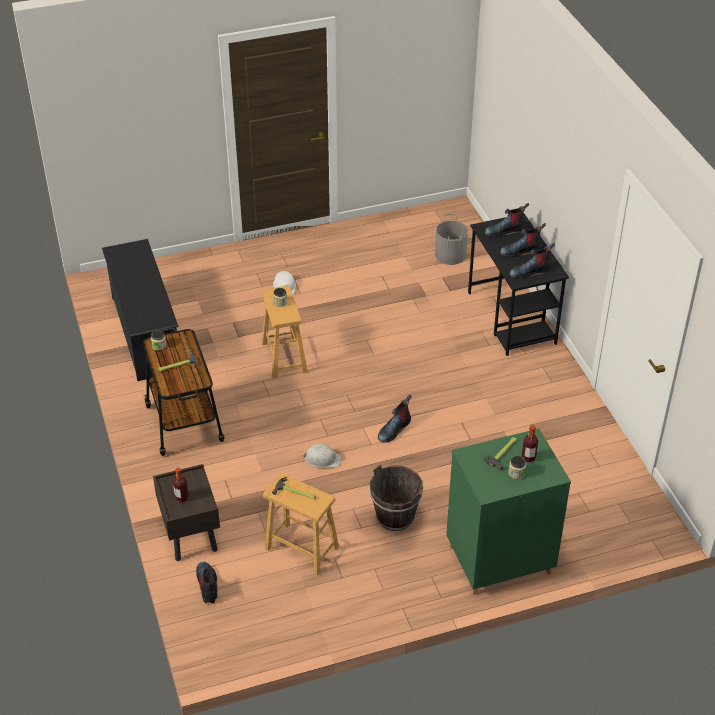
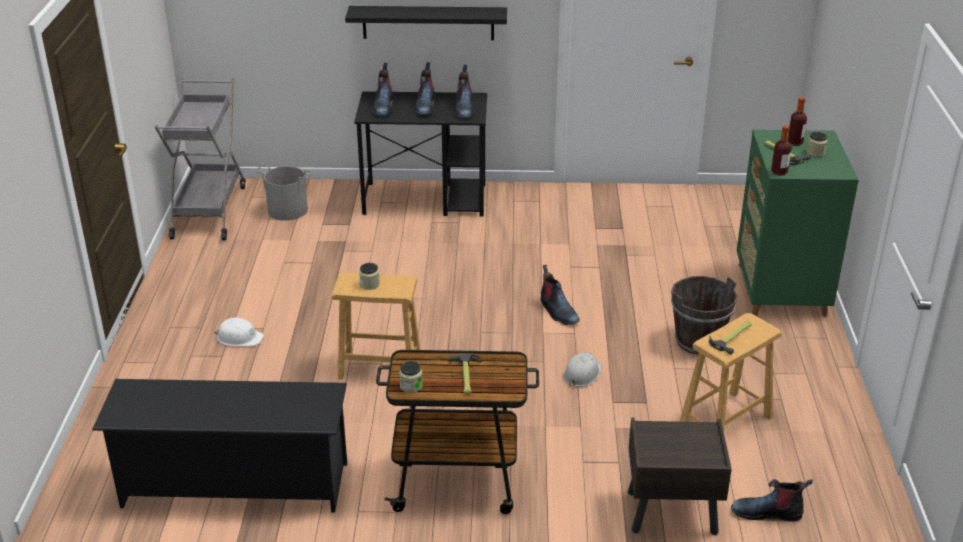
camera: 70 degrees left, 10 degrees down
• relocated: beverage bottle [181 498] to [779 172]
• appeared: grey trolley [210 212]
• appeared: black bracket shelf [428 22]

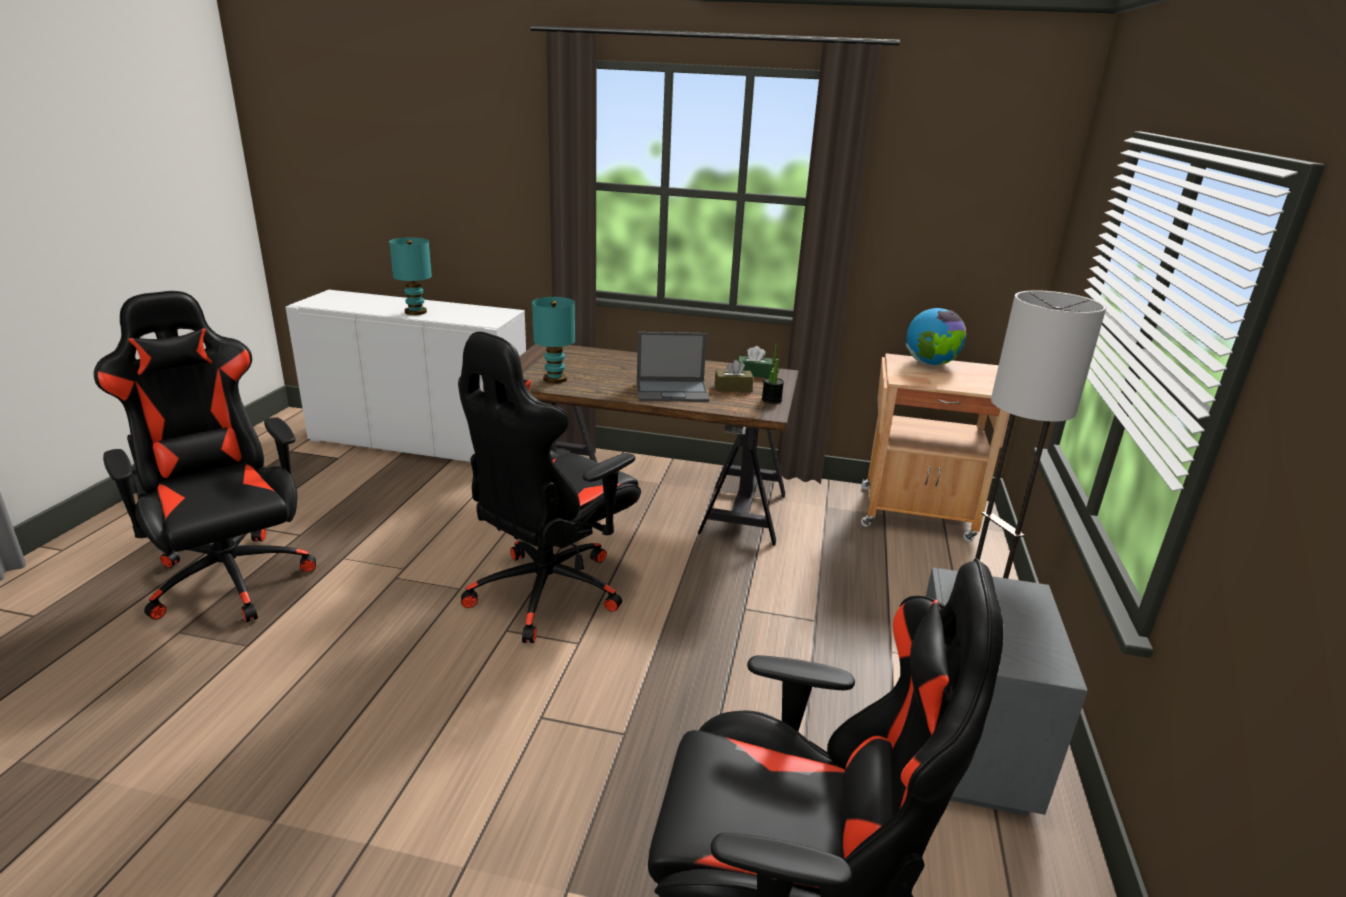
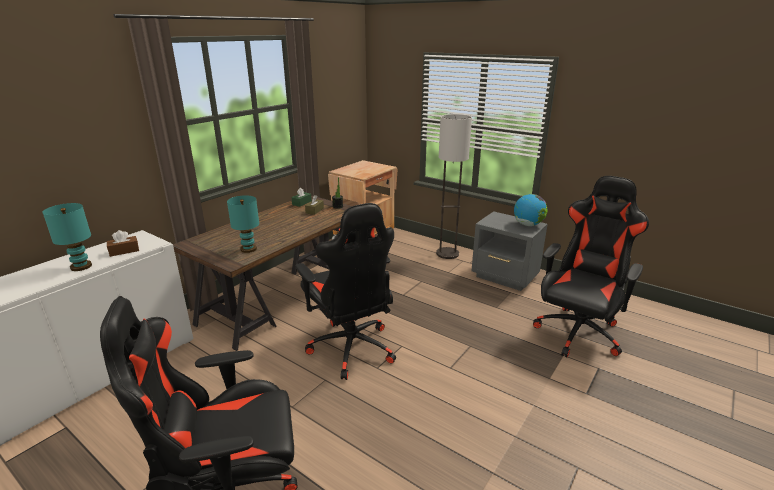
camera: 65 degrees left, 0 degrees up
• missing: notebook computer [673 391]
• relocated: globe [930 364] to [528 225]
• appeared: brown-coloured tissue box [124 251]

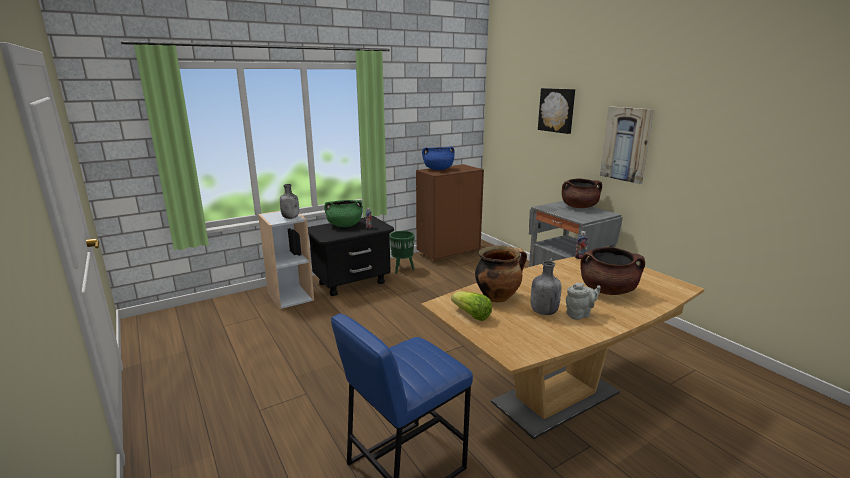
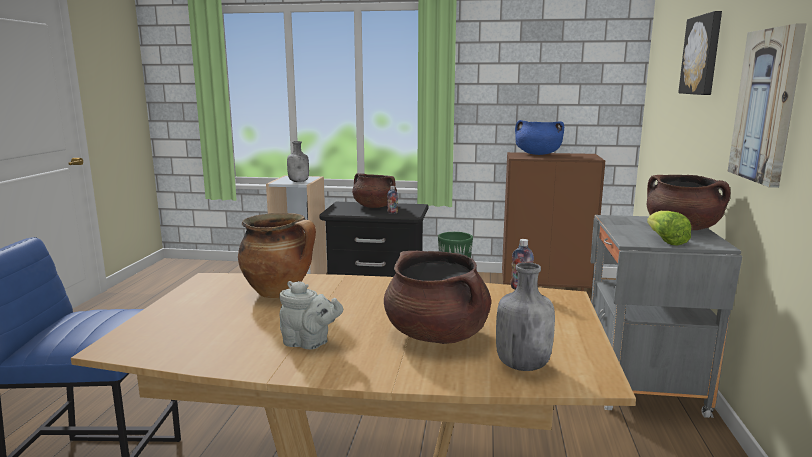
camera: 40 degrees right, 5 degrees down
• colour: greenish cooking pot [344 225] to brown-coloured cooking pot [374 206]
• relocated: lettuce head [471 315] to [665 241]
• relocated: grey beverage bottle [543 312] to [522 365]

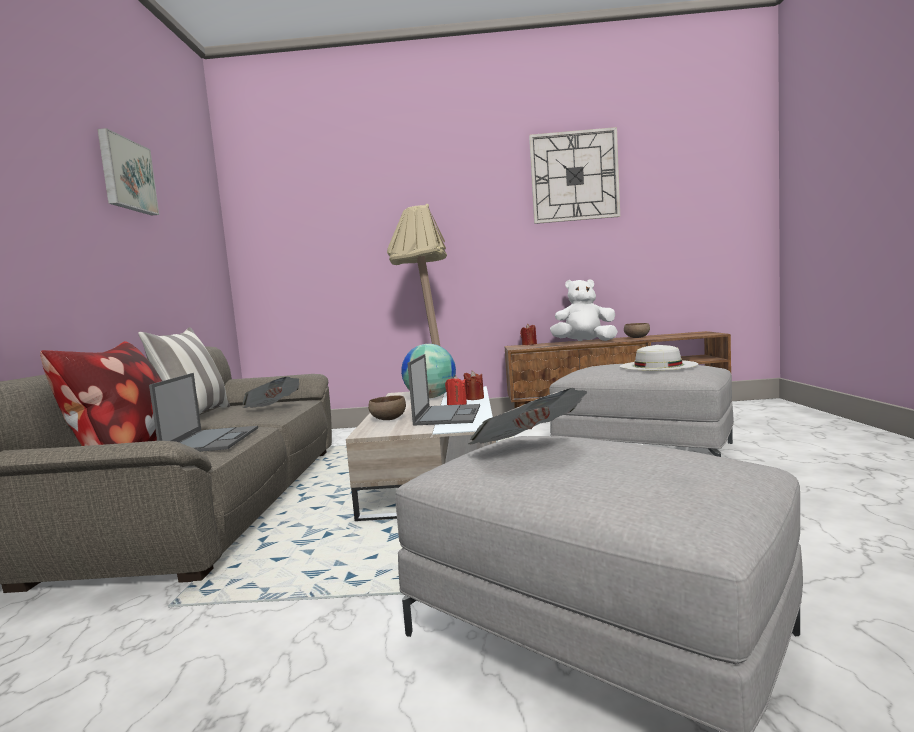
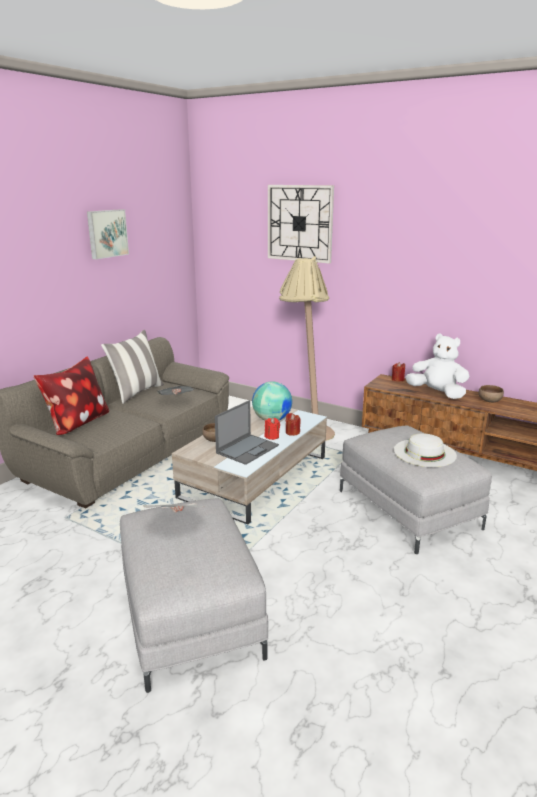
camera: 30 degrees right, 15 degrees up
• missing: notebook computer [212 440]
• relocated: clock on the wall [574 176] to [300 223]

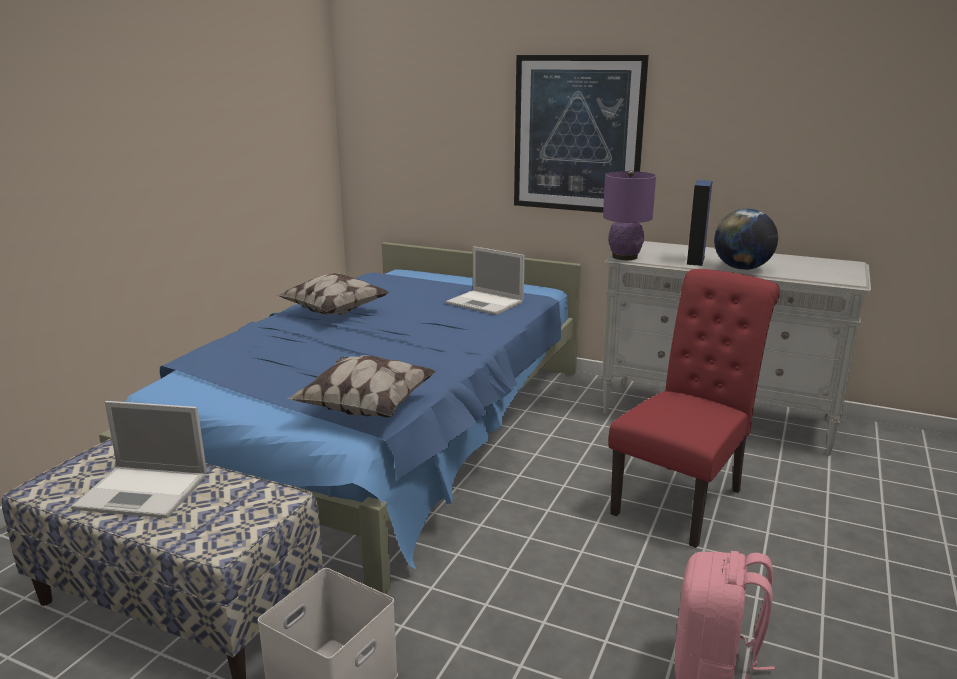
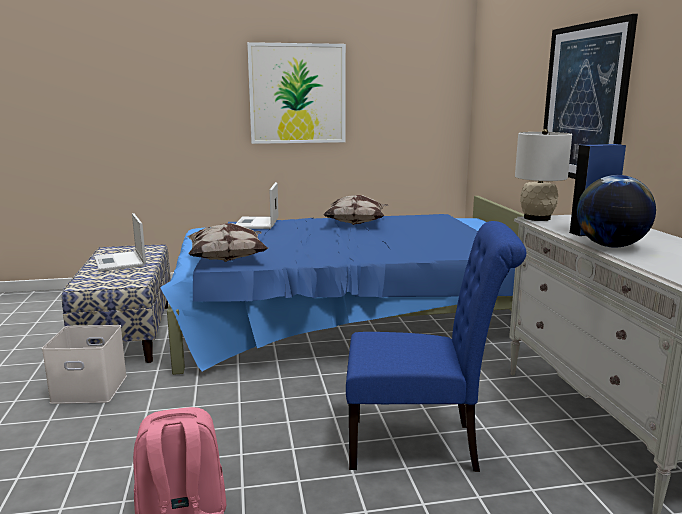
camera: 55 degrees right, 5 degrees down
• relocated: notebook computer [486 303] to [257 223]
• colour: purple-coloured tabletop lamp [624 257] to whitish tabletop lamp [536 218]
• colour: red-coloured upright chair [683 498] to bluish upright chair [421 445]
• appeared: picture [297 94]

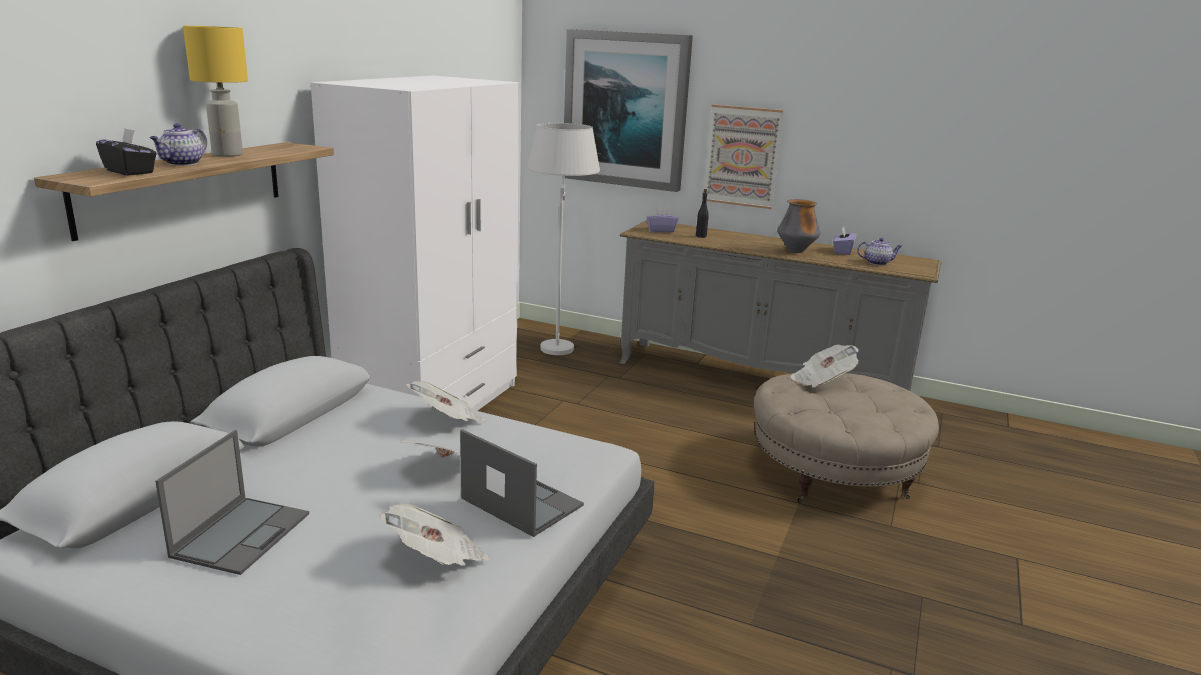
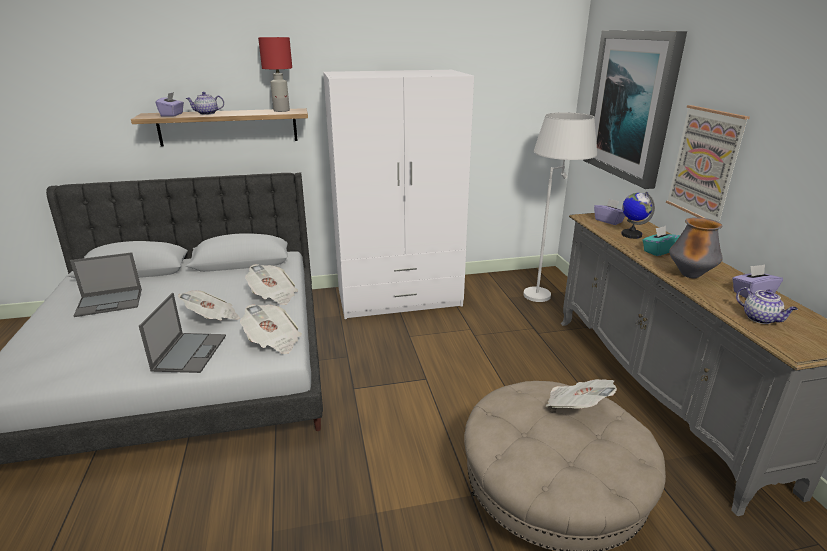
camera: 55 degrees right, 5 degrees up
• colour: black tissue box [130 172] to purple-coloured tissue box [172 115]
• missing: yellowish tabletop lamp [228 155]
• relocated: newspaper [437 559] to [273 341]
• exchanged: black beverage bottle [701 236] to globe [631 235]
• appeared: red-coloured tabletop lamp [281 110]
• appeared: turquoise tissue box [658 251]

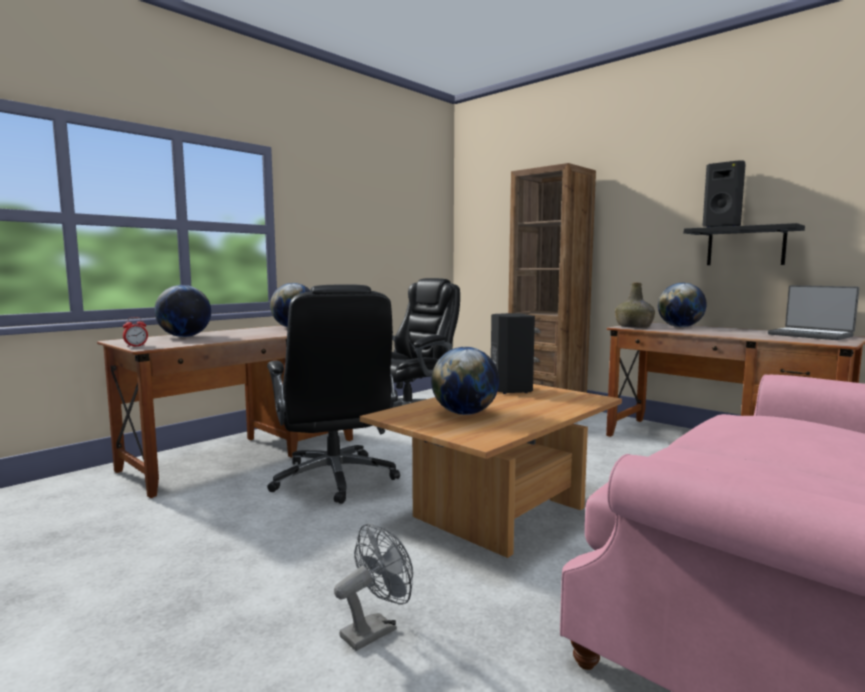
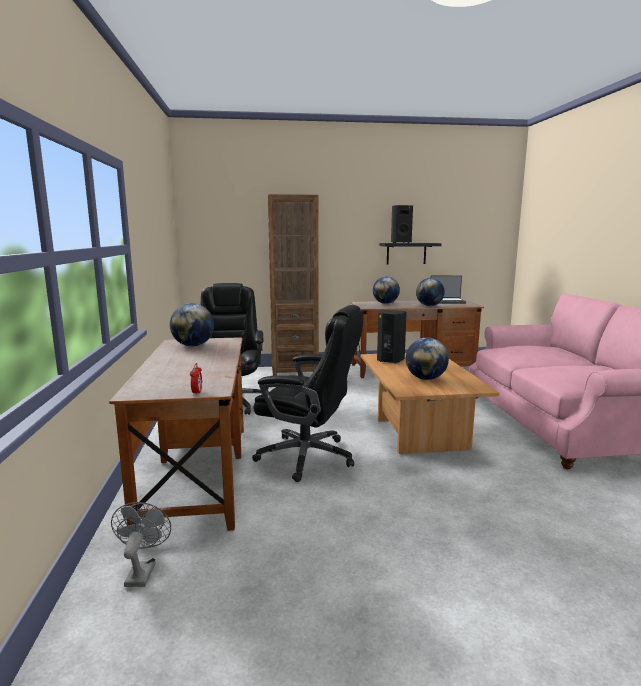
camera: 50 degrees left, 5 degrees up
• relocated: globe [185 337] to [429 306]
• relocated: grey electric fan [375 629] to [142 571]
• missing: greenish beverage bottle [634 327]

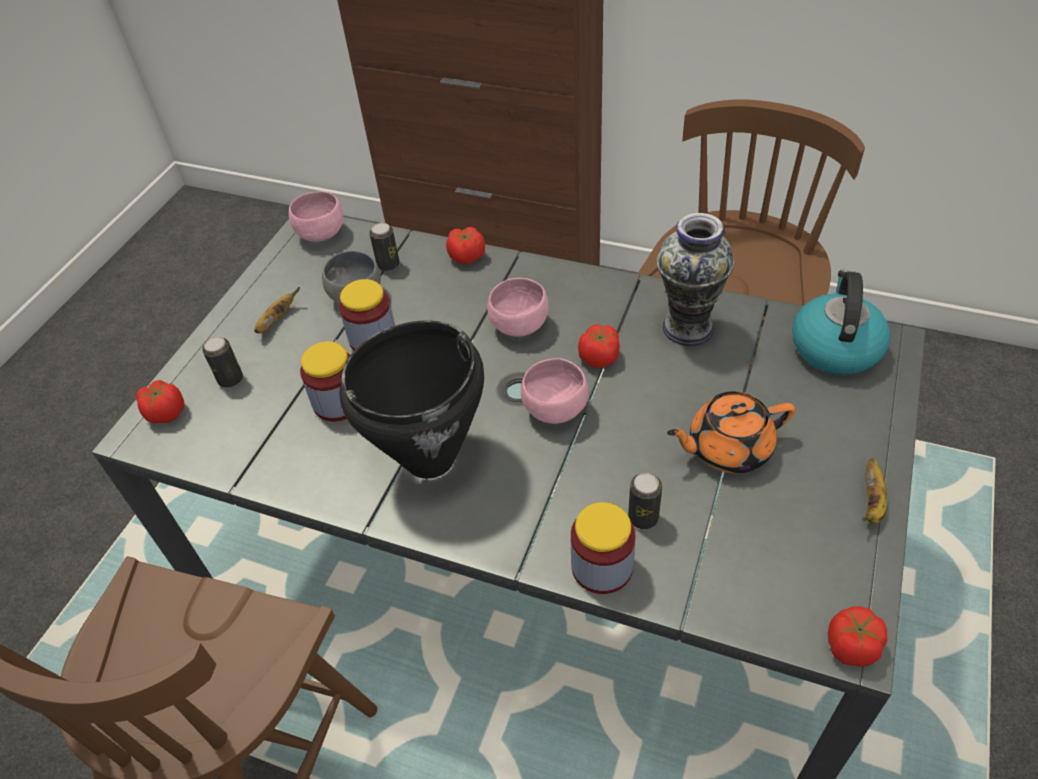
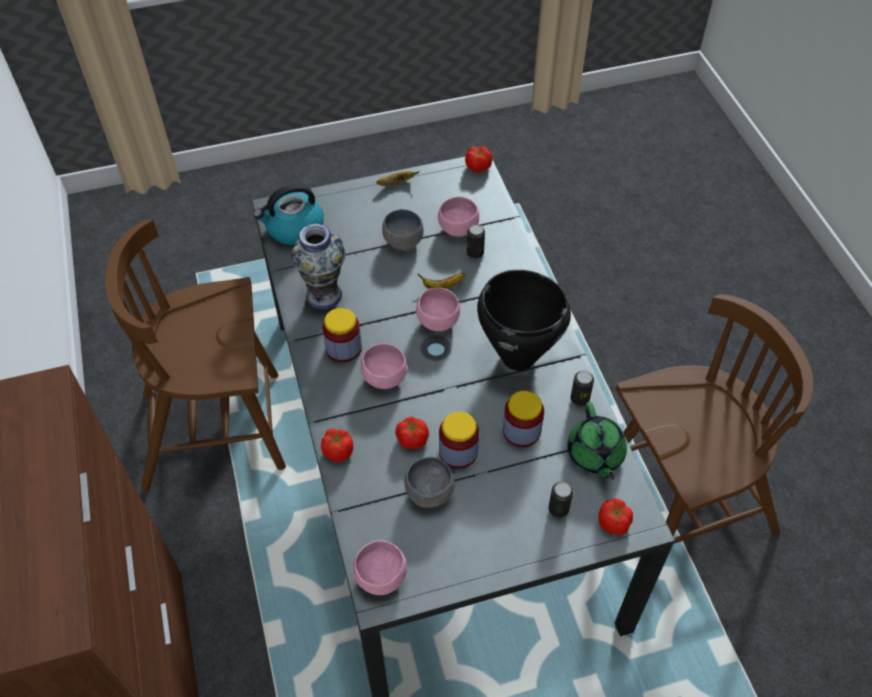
camera: 130 degrees left, 5 degrees up
• relocated: banana fruit [277 320] to [442 286]
• relocated: sealed can [388 264] to [579 398]
• relocated: jar [602 567] to [343 348]
• relocated: tomato [599 357] to [412 439]
• exchanged: orange-coloured teapot [727 448] to grey deep dish [405 241]
• appeared: pink-coloured deep dish [457 229]
• appeared: greenish teapot [595 454]

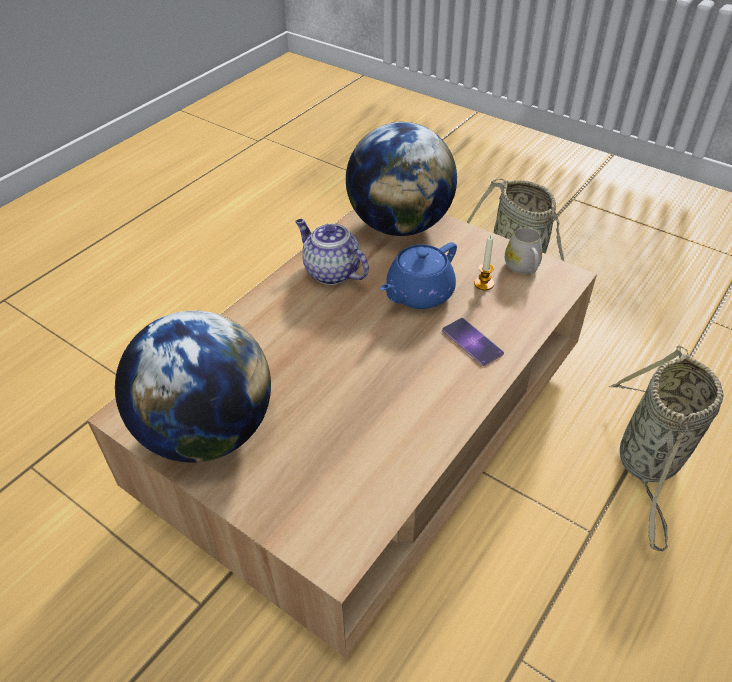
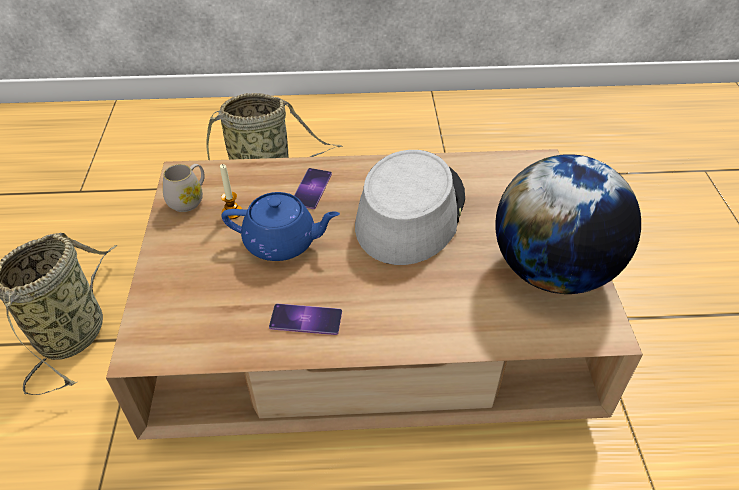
camera: 130 degrees left, 0 degrees up
• exchanged: teapot [331 272] to telephone [306 319]
• missing: globe [399 225]
• appeared: grey hat [410 212]

